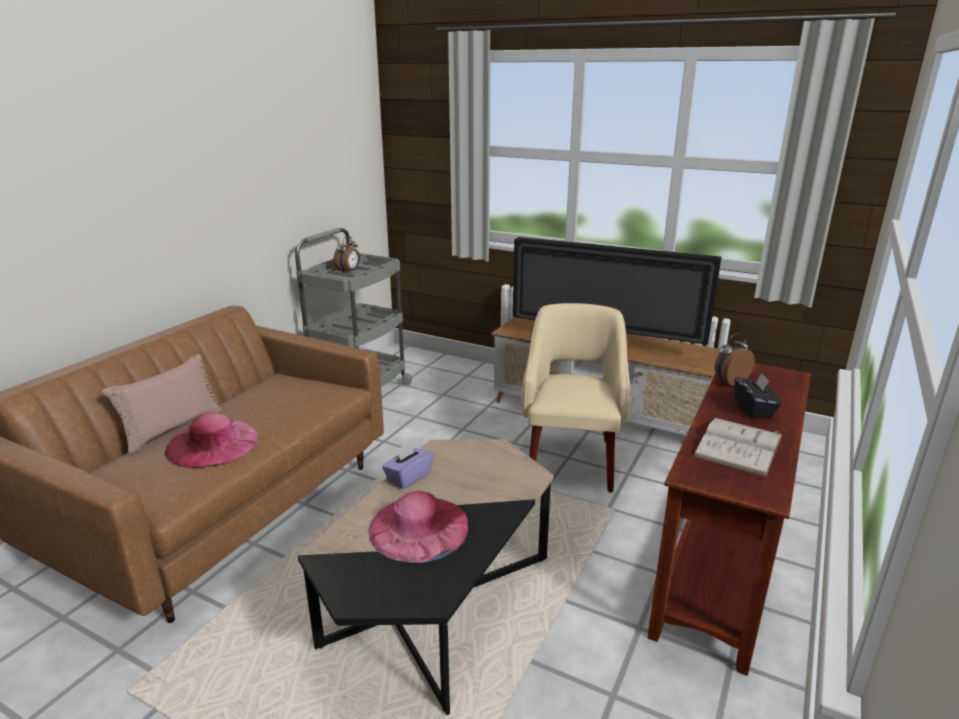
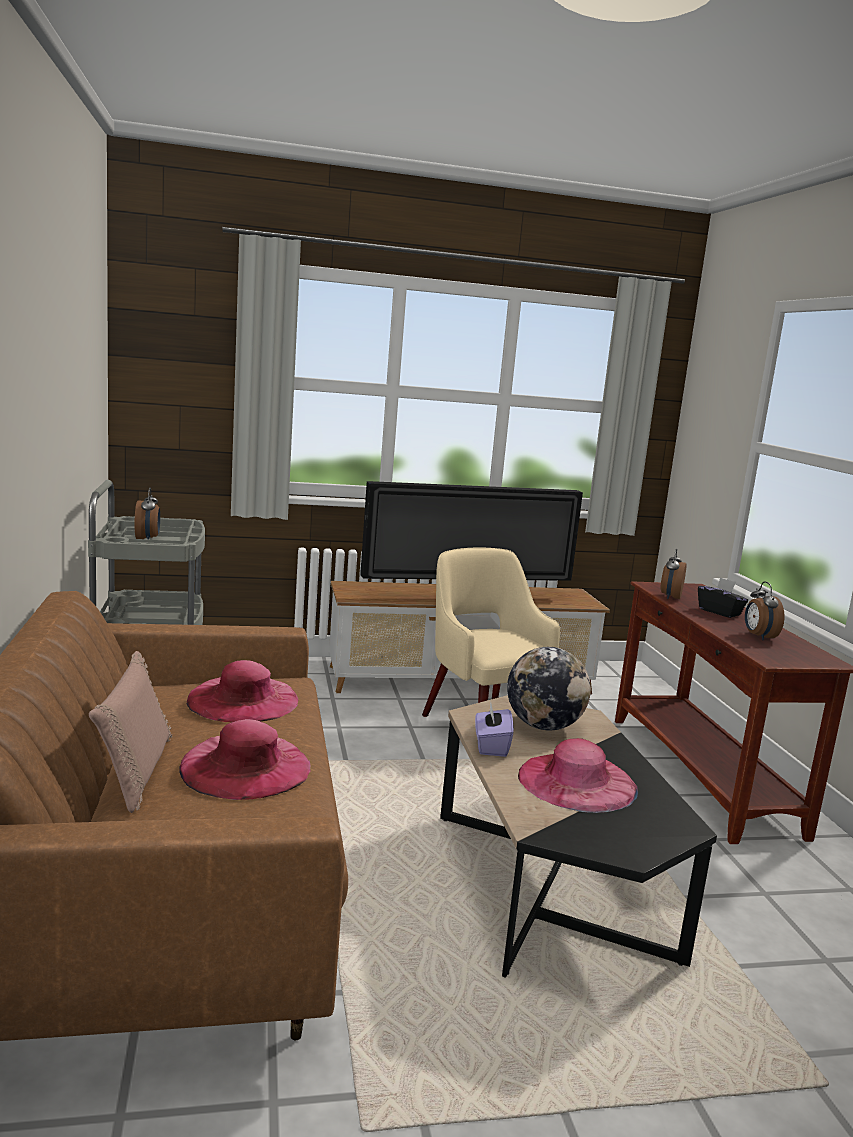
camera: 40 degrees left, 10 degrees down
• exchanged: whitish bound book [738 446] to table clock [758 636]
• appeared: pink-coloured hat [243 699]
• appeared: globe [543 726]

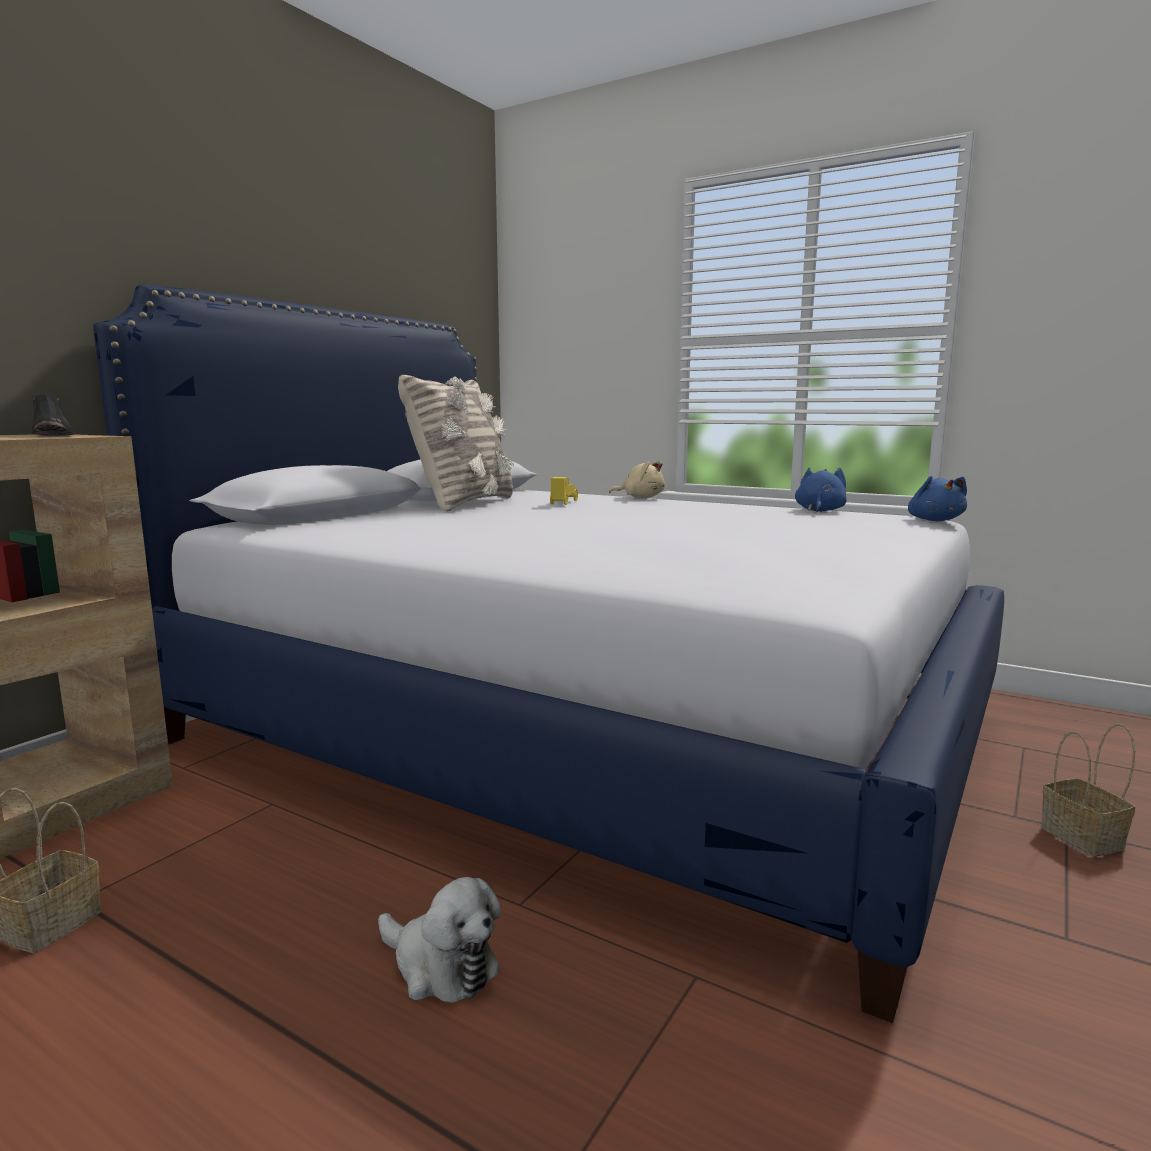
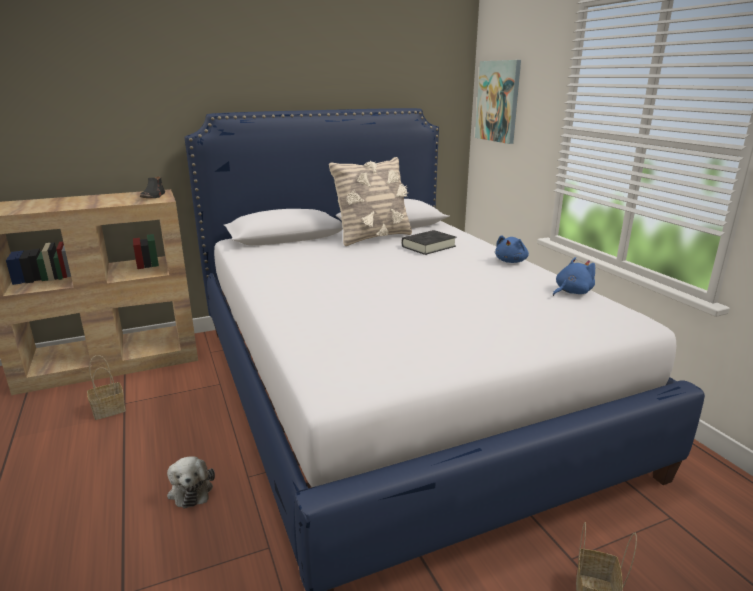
camera: 35 degrees right, 10 degrees up
• exchanged: yellowish model car [563 502] to black bound book [428 246]
• missing: sand-coloured cuddly toy [640 498]
• relocated: bluish cuddly toy [934 520] to [511 261]
• appeared: picture [498 101]

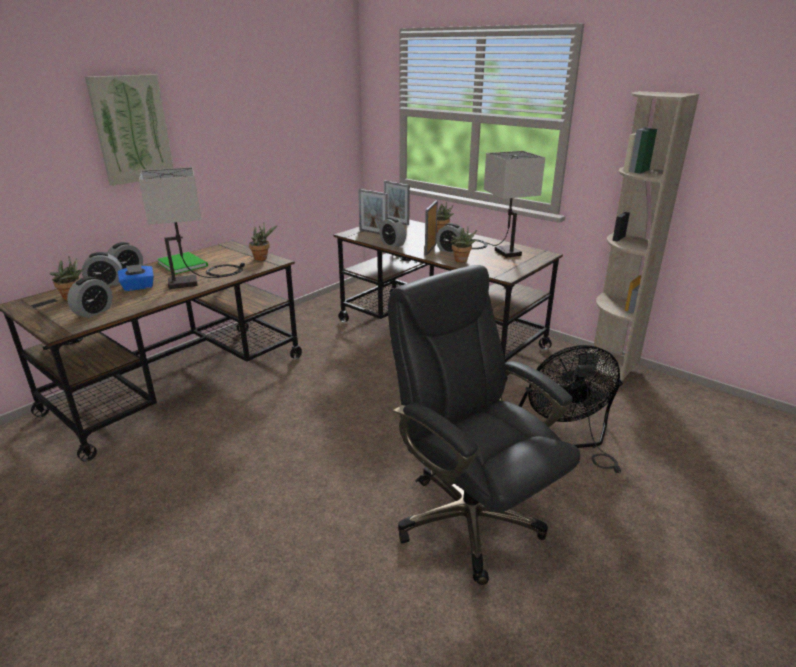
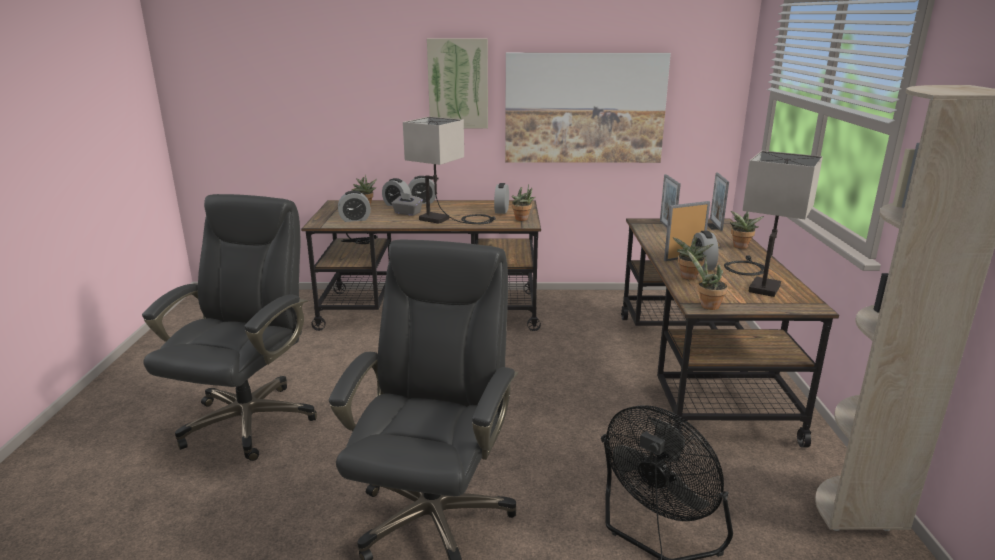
camera: 50 degrees right, 5 degrees down
• colour: bluish tissue box [138 287] to grey tissue box [407 213]
• missing: greenish bound book [183 264]
• relocated: table clock [392 244] to [501 210]
• appeared: black computer chair [247 424]
• appeared: picture [584 108]
• appeared: plant in a pot [706 306]

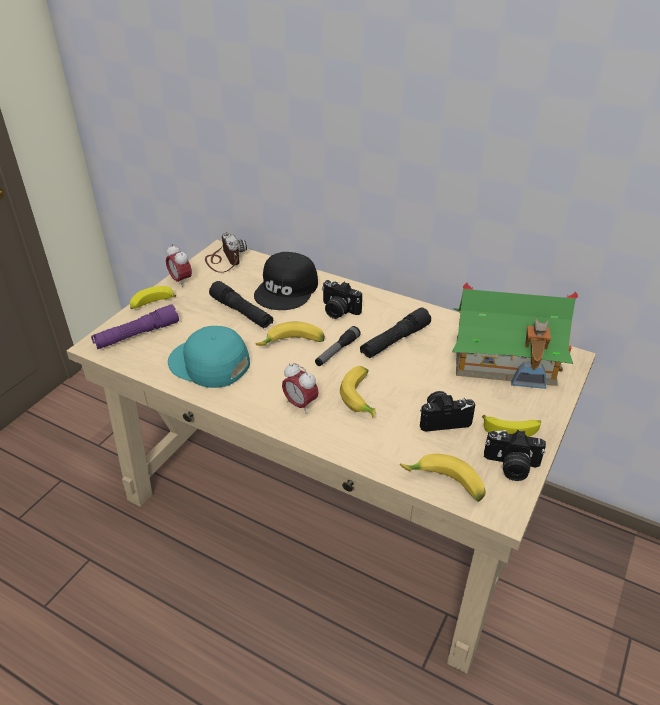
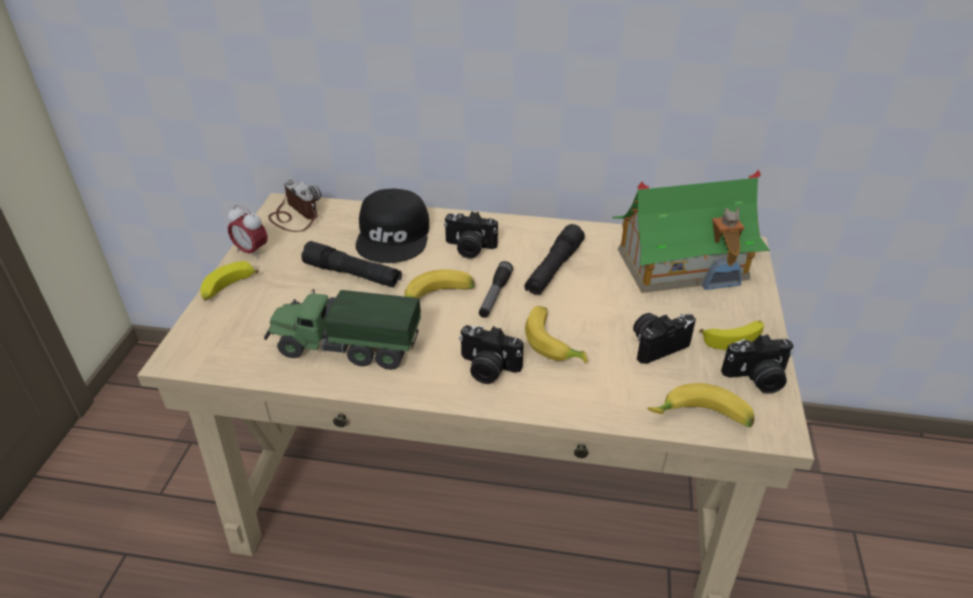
camera: 20 degrees left, 0 degrees up
• missing: purple-coloured hand torch [137 335]
• exchanged: turquoise peaked cap [208 364] to toy truck [345 347]
• exchanged: table clock [300 404] to photo camera [487 369]

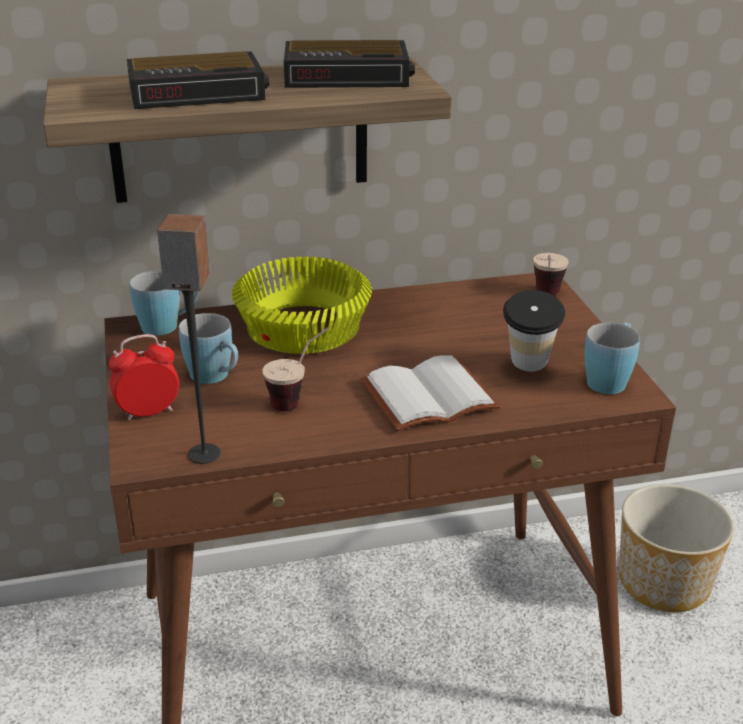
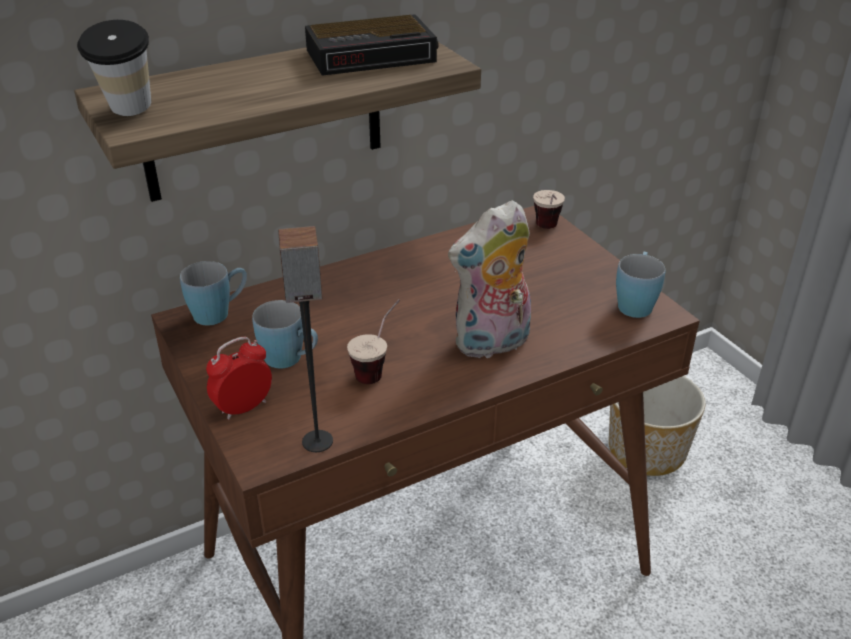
camera: 15 degrees left, 5 degrees up
• missing: table clock [199 92]
• missing: yellowish deep dish [300 329]
• exchanged: whitish bound book [429 395] to cuddly toy [492 344]
• relocated: drinking cup [528 369] to [128 114]

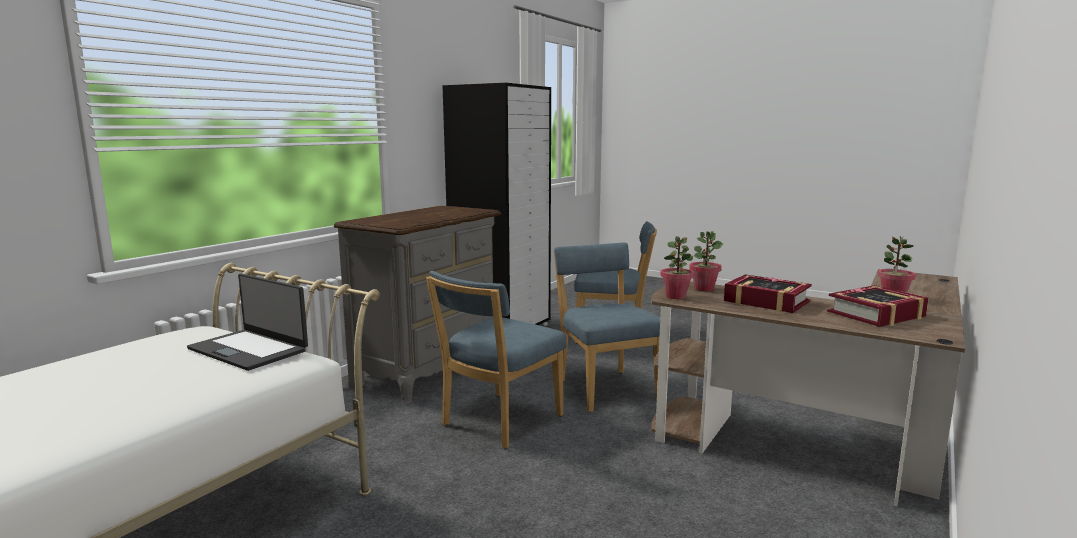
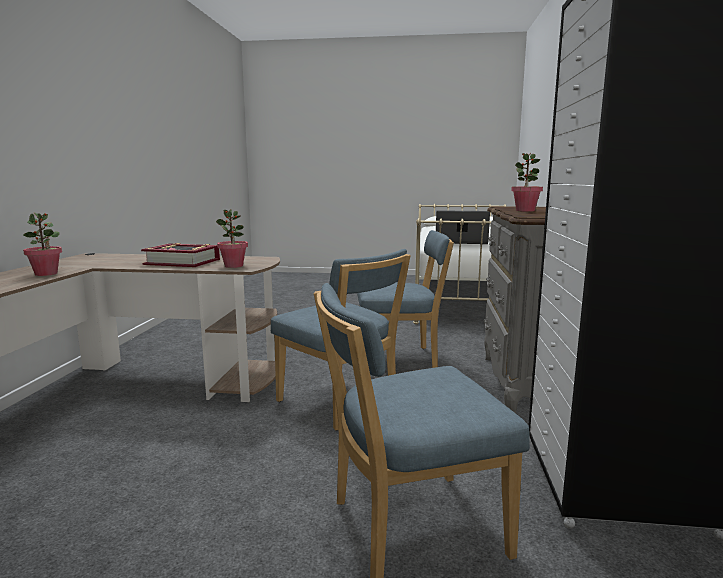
camera: 155 degrees right, 0 degrees up
• spun: bluish upright chair [498 422] = [400 360] 75 degrees clockwise
• relocated: plant in a pot [676 296] to [525 210]
• missing: bound book [876 314]

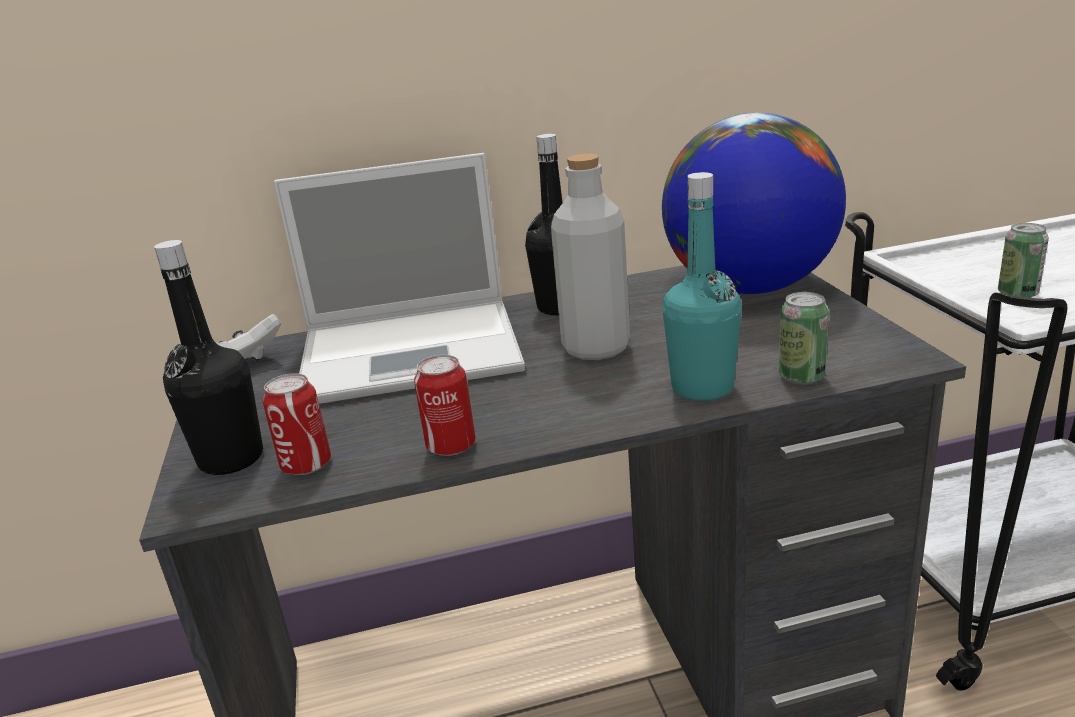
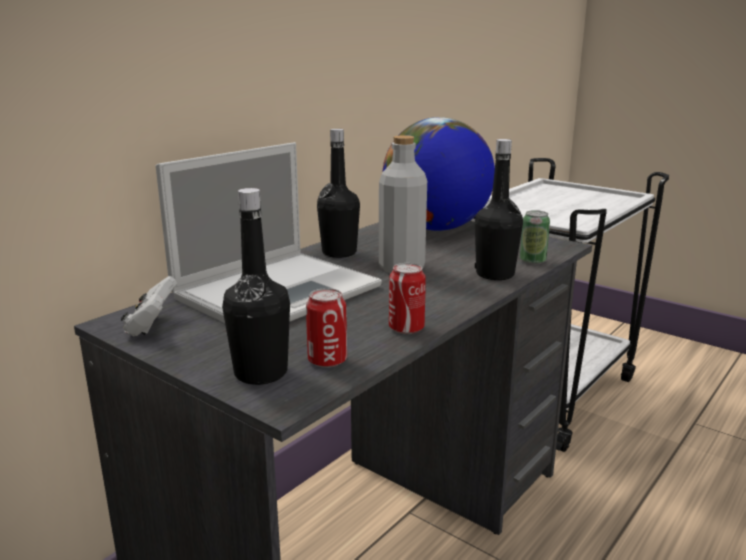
camera: 40 degrees left, 5 degrees down
• colour: turquoise beverage bottle [702 388] to black beverage bottle [495 274]
• missing: sealed can [1017 294]

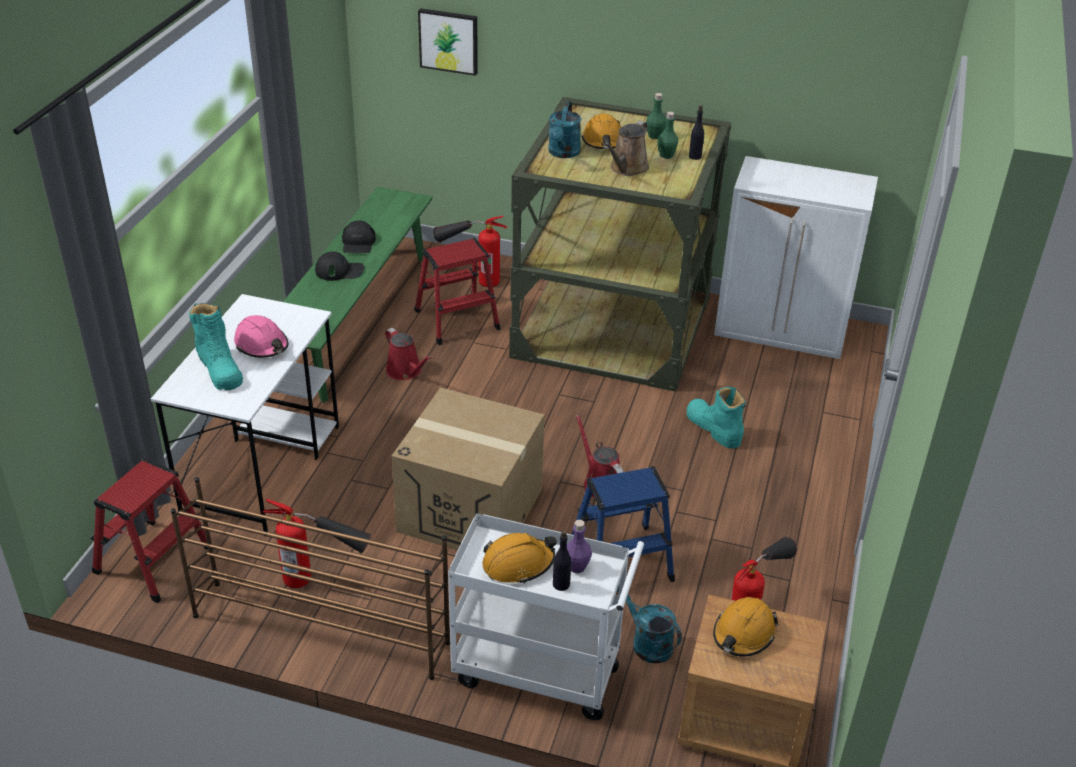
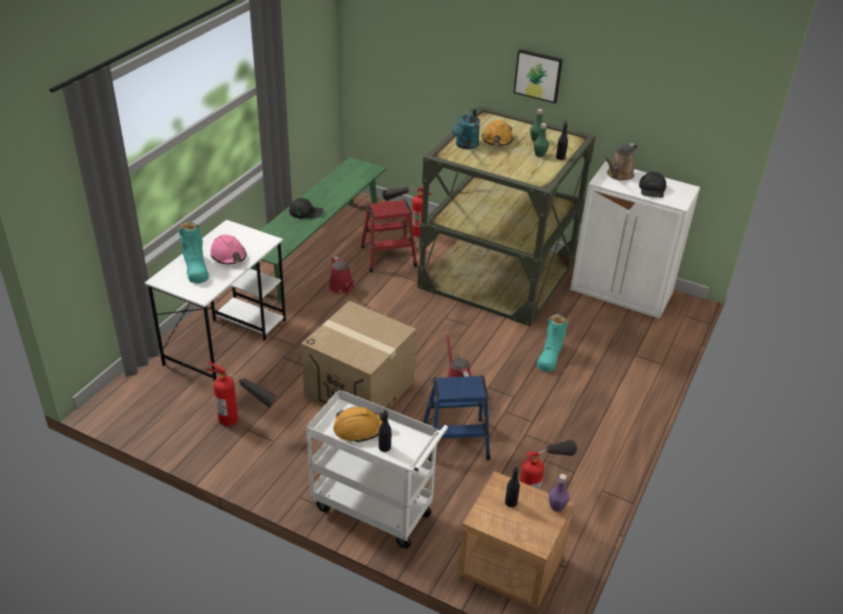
camera: 10 degrees right, 0 degrees up
• missing: red-coloured stepladder [153 560]
• missing: brown-coloured shoe shelf [319 628]
• relocated: black peaked cap [358 243] to [652 189]
• relocated: picture [449 41] to [538 75]
• relocated: purple-coloured beverage bottle [577 567] to [557 506]
• relocated: brown-coloured watering pot [627 168] to [618 175]
• missing: turquoise watering pot [646 642]
• spun: turquoise high-top boot [713 428] = [550 356] 135 degrees counterclockwise
• exchanged: orange-coloured safety helmet [743 634] to black beverage bottle [510 502]

